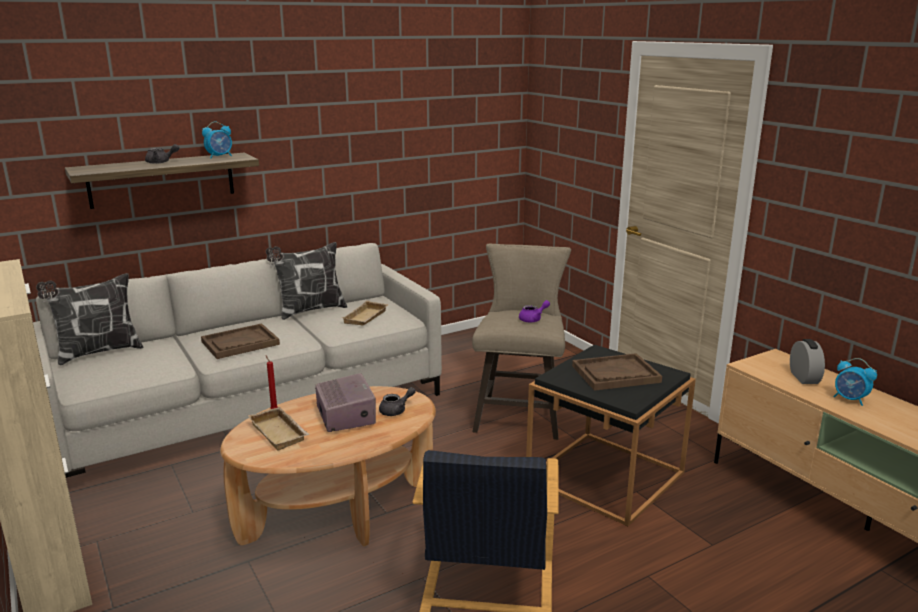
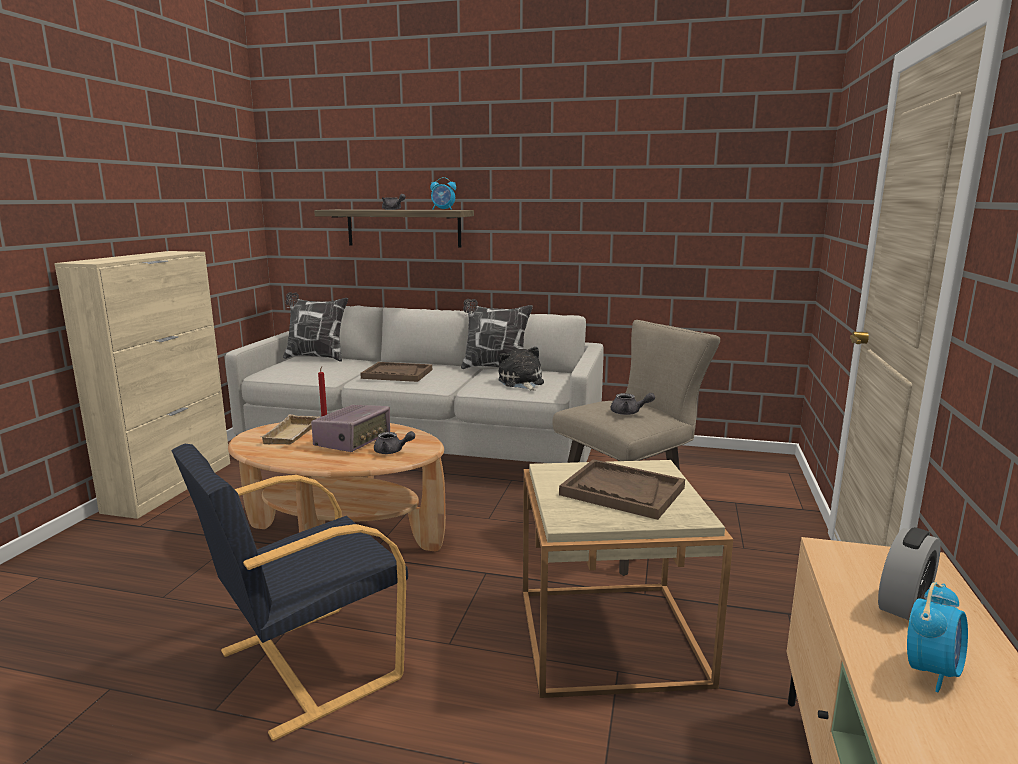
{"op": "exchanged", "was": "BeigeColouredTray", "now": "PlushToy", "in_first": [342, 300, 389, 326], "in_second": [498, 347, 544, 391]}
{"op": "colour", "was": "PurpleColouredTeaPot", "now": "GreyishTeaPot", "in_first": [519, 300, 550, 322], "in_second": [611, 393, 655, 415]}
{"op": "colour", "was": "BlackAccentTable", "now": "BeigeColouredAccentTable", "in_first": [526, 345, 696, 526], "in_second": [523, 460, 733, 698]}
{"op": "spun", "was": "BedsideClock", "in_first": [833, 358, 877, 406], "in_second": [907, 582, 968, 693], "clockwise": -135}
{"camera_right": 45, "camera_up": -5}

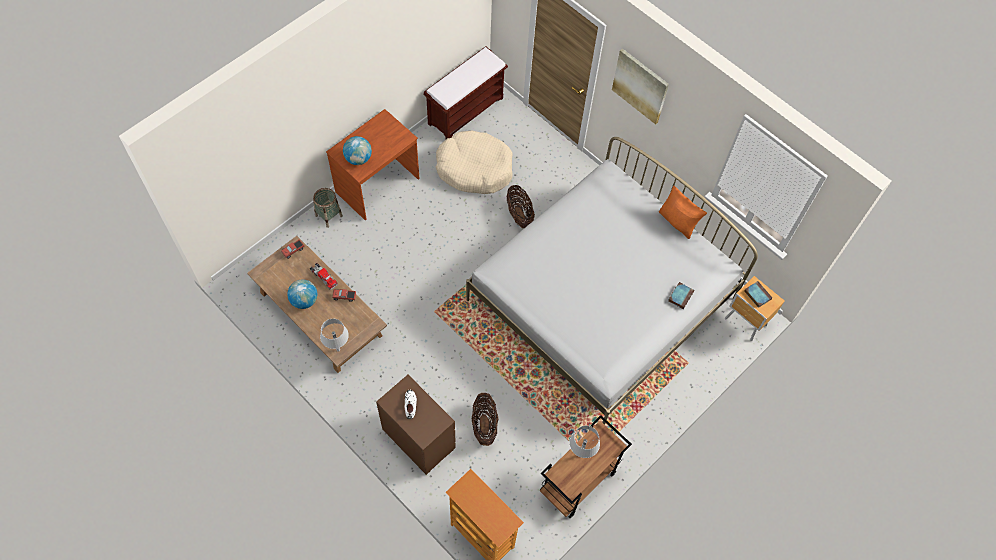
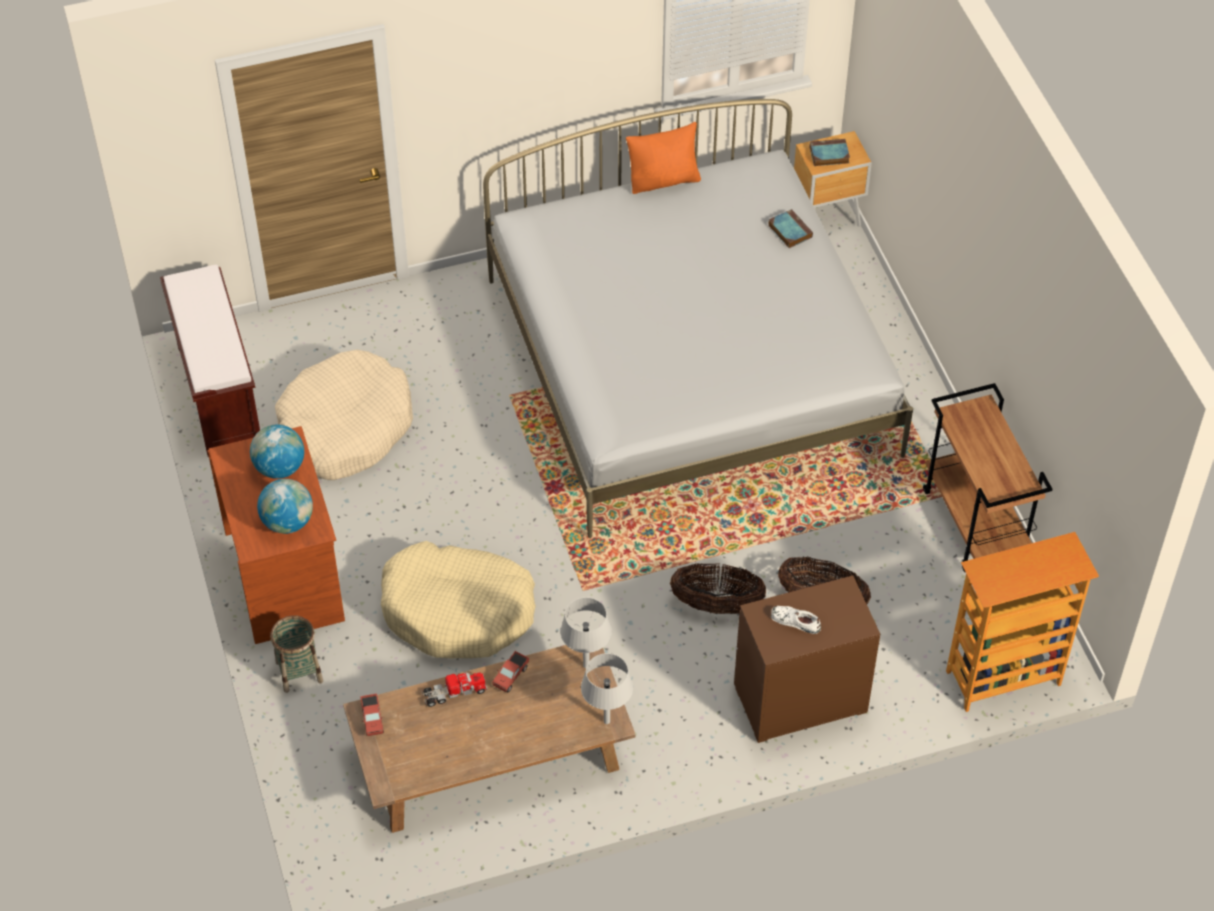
{"op": "missing", "was": "WallArt", "in_first": [612, 48, 669, 124]}
{"op": "relocated", "was": "StorageBasket", "in_first": [506, 185, 535, 228], "in_second": [670, 563, 766, 614]}
{"op": "relocated", "was": "DeskGlobe", "in_first": [287, 279, 318, 309], "in_second": [250, 424, 304, 479]}
{"op": "relocated", "was": "GreyishTabletopLamp", "in_first": [569, 426, 600, 458], "in_second": [560, 597, 612, 668]}
{"op": "appeared", "now": "BeigeColouredPetBed", "in_second": [381, 541, 536, 658]}
{"camera_right": -60, "camera_up": -10}

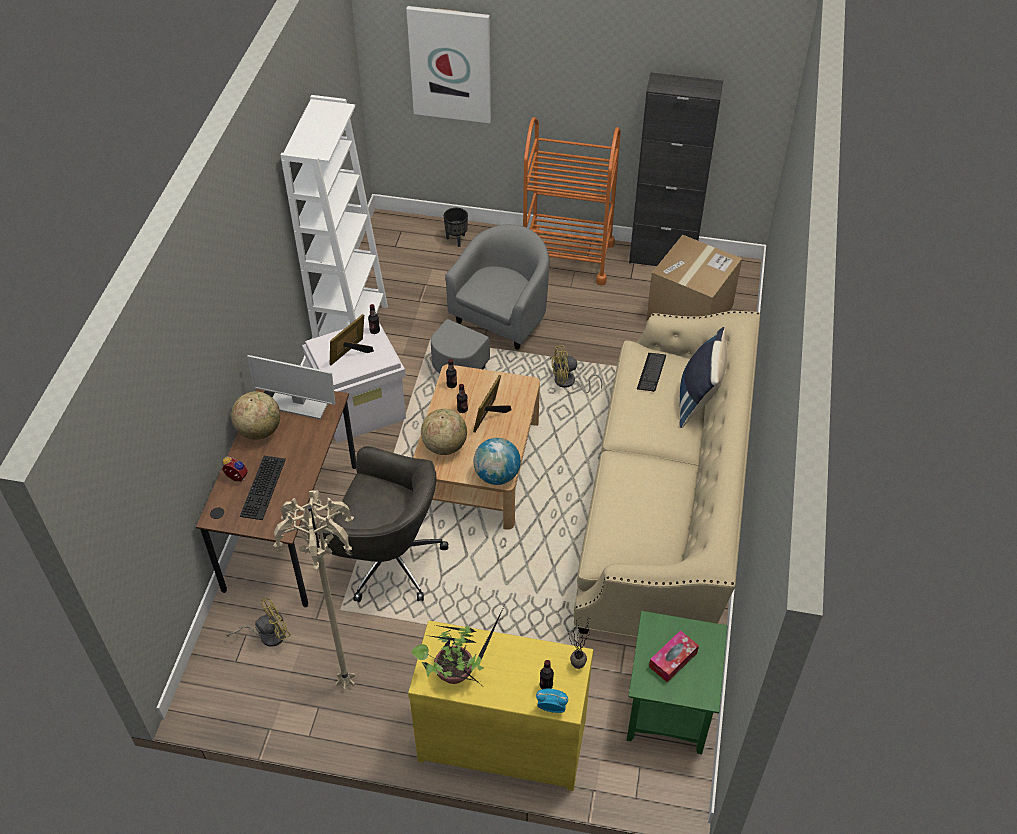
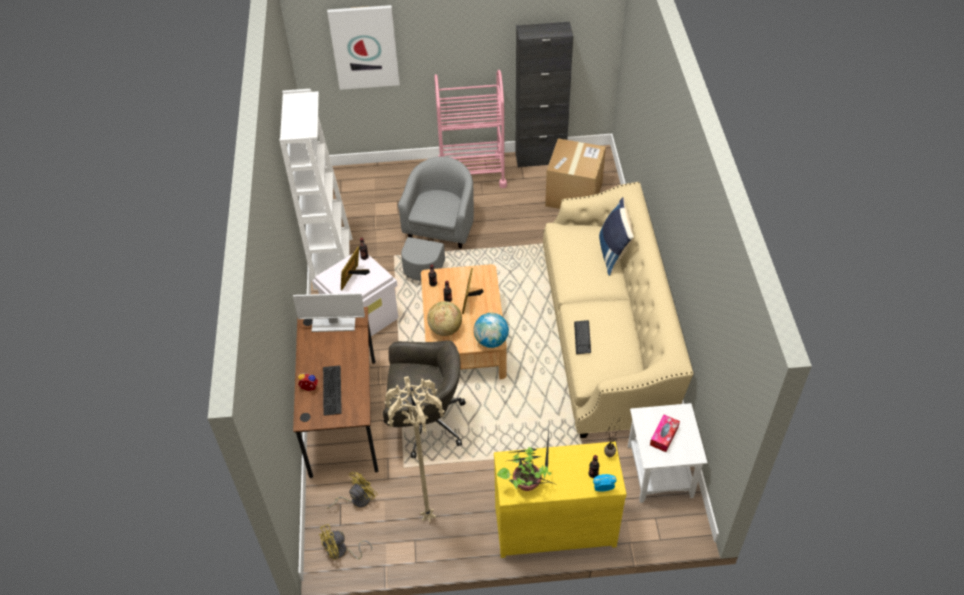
{"op": "colour", "was": "OrangeyWheeledCart", "now": "PinkishWheeledCart", "in_first": [523, 117, 621, 286], "in_second": [434, 70, 507, 188]}
{"op": "missing", "was": "BlackPlantPot", "in_first": [444, 208, 468, 247]}
{"op": "relocated", "was": "YellowCoolingFan", "in_first": [550, 345, 603, 393], "in_second": [319, 524, 372, 560]}
{"op": "relocated", "was": "Keyboard", "in_first": [637, 353, 666, 392], "in_second": [574, 320, 591, 354]}
{"op": "missing", "was": "DeskGlobe", "in_first": [231, 391, 280, 440]}
{"op": "colour", "was": "GreenishAccentTable", "now": "WhiteColouredAccentTable", "in_first": [627, 611, 727, 754], "in_second": [628, 403, 708, 503]}
{"camera_right": -15, "camera_up": 0}

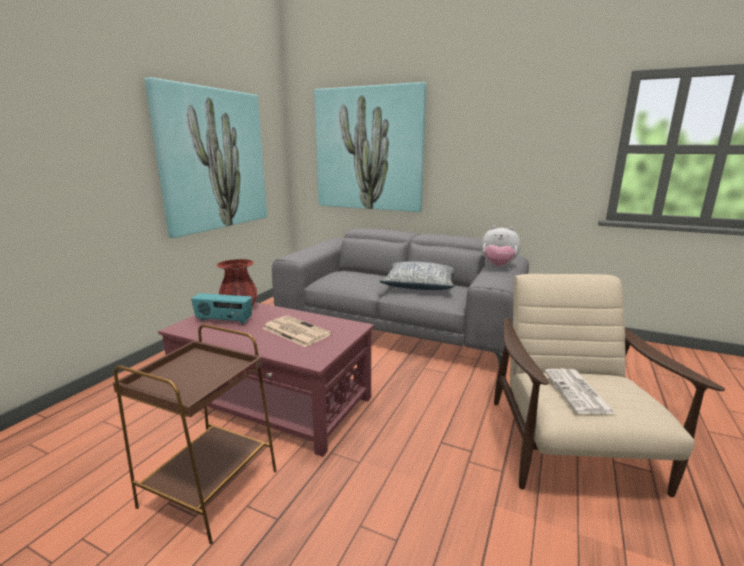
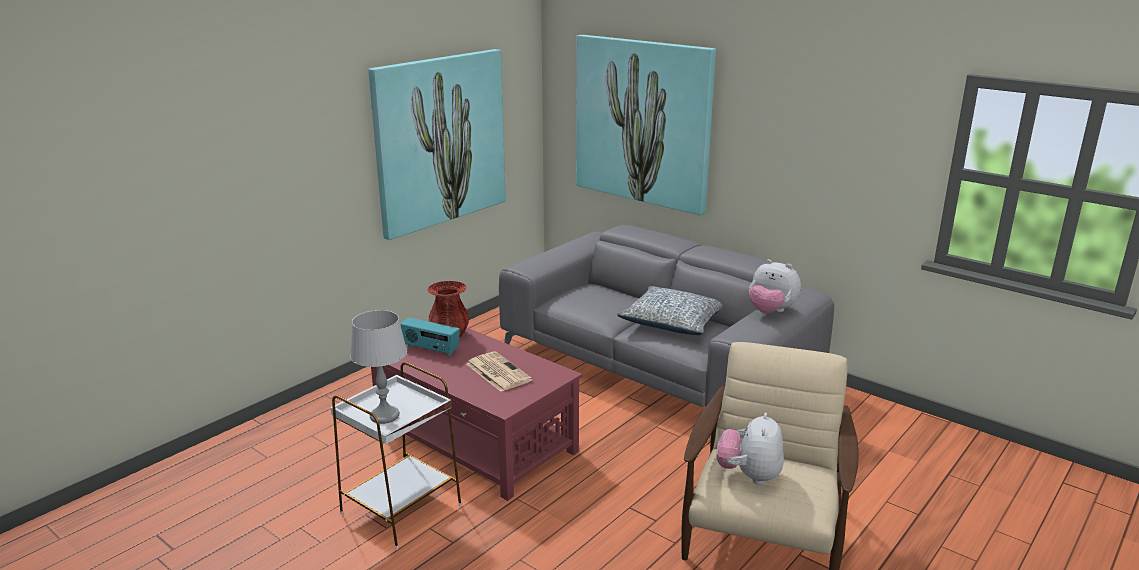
{"op": "colour", "was": "BrownishAccentTable", "now": "WhiteColouredAccentTable", "in_first": [113, 324, 277, 545], "in_second": [331, 362, 462, 550]}
{"op": "exchanged", "was": "Newspaper", "now": "PlushToy", "in_first": [544, 369, 615, 414], "in_second": [717, 413, 784, 485]}
{"op": "appeared", "now": "GreyishTabletopLamp", "in_second": [350, 310, 407, 424]}
{"camera_right": 15, "camera_up": 5}

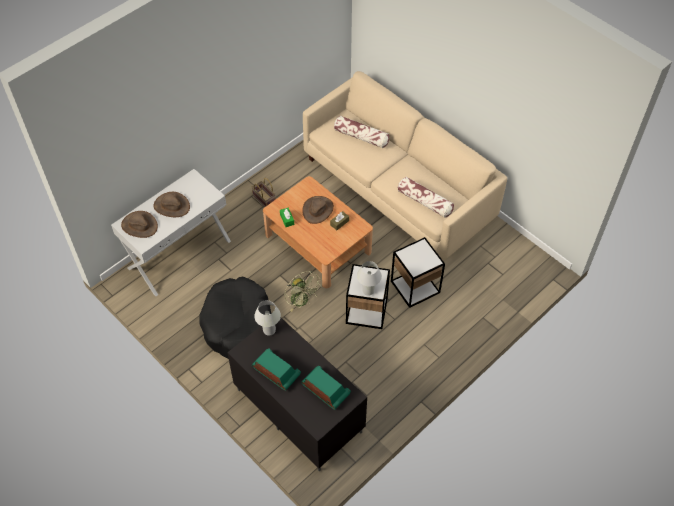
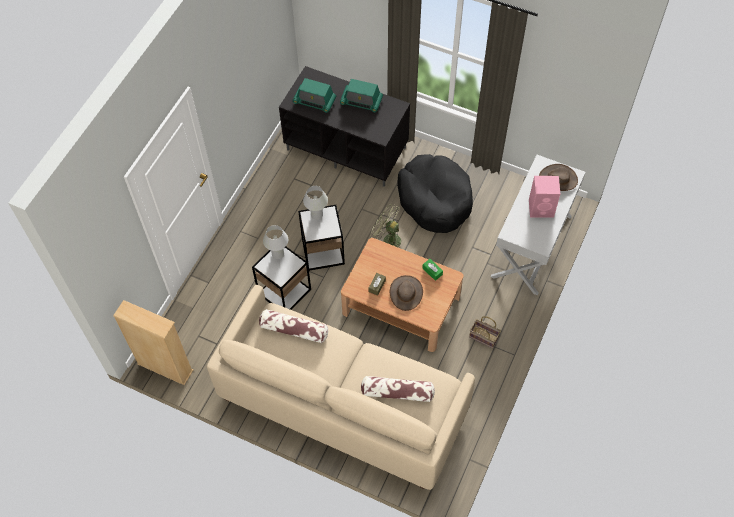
{"op": "exchanged", "was": "BrownishHat", "now": "PinkishLoudspeaker", "in_first": [154, 192, 190, 217], "in_second": [529, 176, 560, 218]}
{"op": "relocated", "was": "WhiteColouredTabletopLamp", "in_first": [254, 300, 281, 336], "in_second": [263, 225, 288, 259]}
{"op": "appeared", "now": "BeigeColouredBookcase", "in_second": [113, 300, 193, 385]}
{"camera_right": 160, "camera_up": 5}

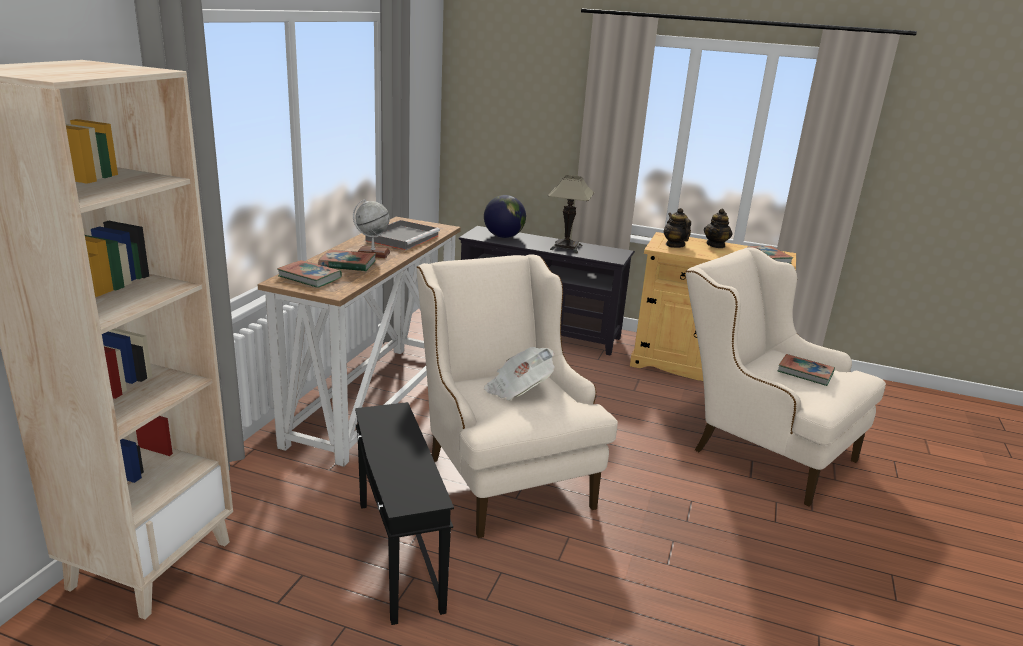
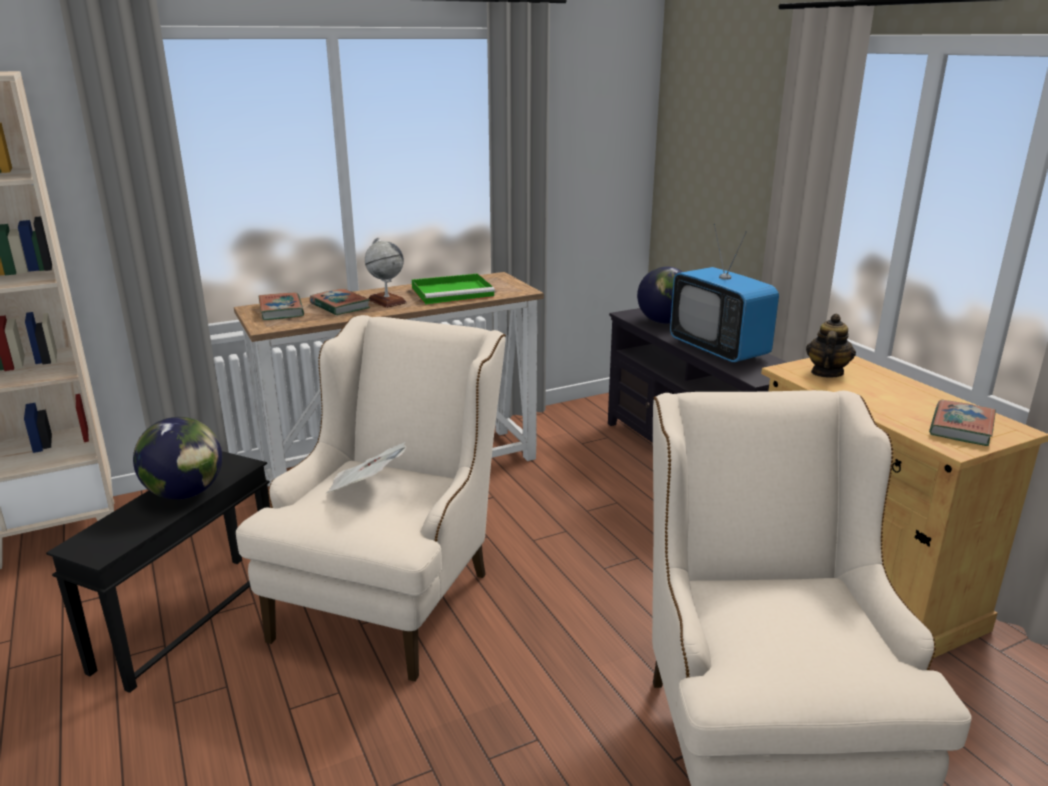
{"op": "exchanged", "was": "TabletopLamp", "now": "Tv", "in_first": [547, 175, 594, 254], "in_second": [670, 224, 779, 362]}
{"op": "missing", "was": "TeaPot", "in_first": [704, 208, 733, 248]}
{"op": "colour", "was": "GreyishTray", "now": "GreenishTray", "in_first": [366, 220, 440, 250], "in_second": [412, 273, 495, 304]}
{"op": "missing", "was": "Book", "in_first": [778, 354, 835, 386]}
{"op": "appeared", "now": "DeskGlobe", "in_second": [133, 417, 222, 500]}
{"camera_right": 45, "camera_up": 0}

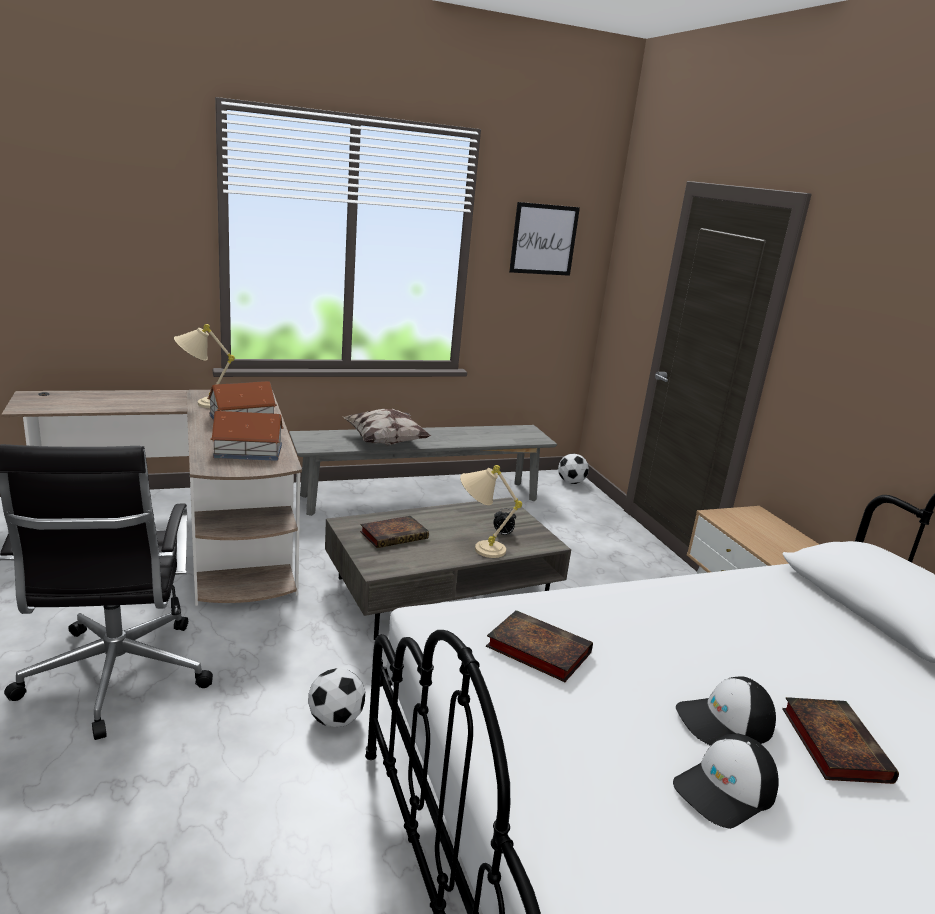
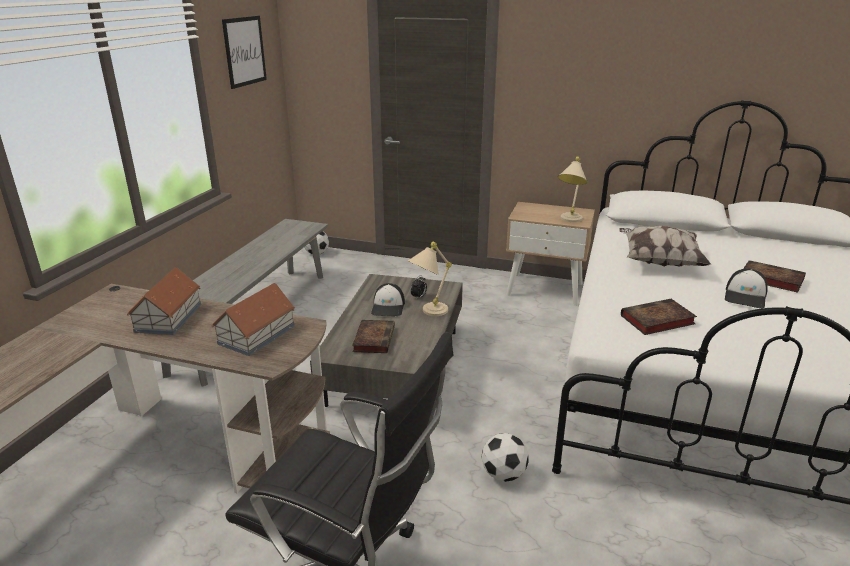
{"op": "relocated", "was": "BeigeColouredTabletopLamp", "in_first": [174, 324, 235, 408], "in_second": [558, 157, 588, 222]}
{"op": "relocated", "was": "Pillow", "in_first": [343, 409, 431, 446], "in_second": [619, 226, 711, 267]}
{"op": "relocated", "was": "Cap", "in_first": [673, 733, 779, 829], "in_second": [371, 283, 405, 316]}
{"camera_right": -50, "camera_up": 5}

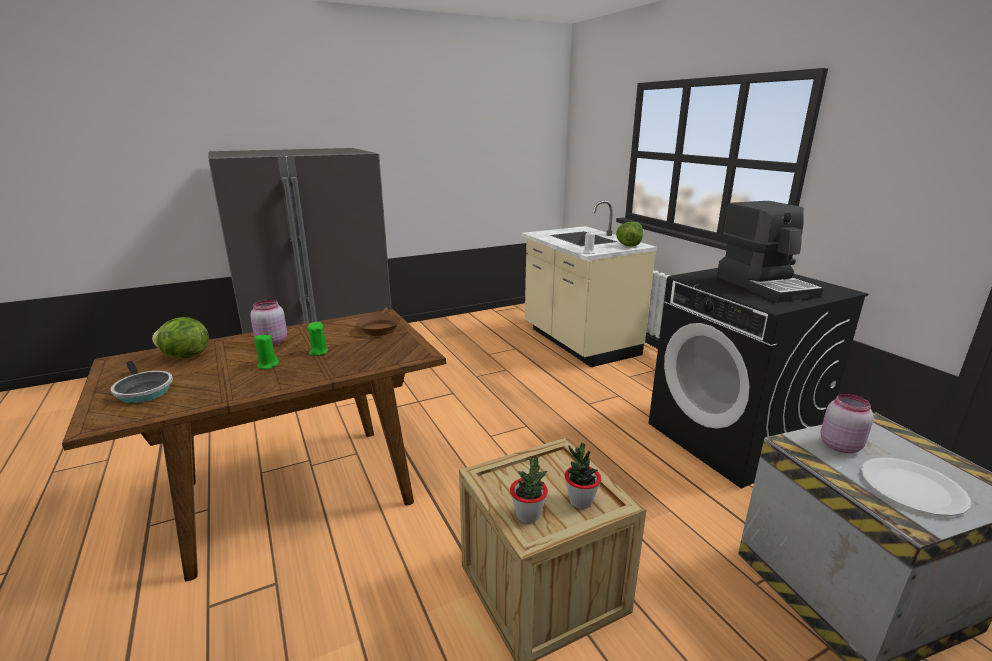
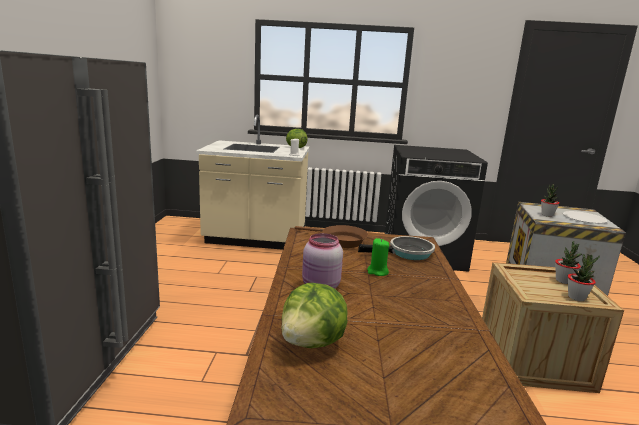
{"op": "missing", "was": "CoffeeBrewer", "in_first": [717, 201, 823, 303]}
{"op": "missing", "was": "GreenishWaxCandle", "in_first": [254, 334, 279, 370]}
{"op": "relocated", "was": "FryingPan", "in_first": [111, 361, 173, 403], "in_second": [358, 236, 435, 260]}
{"op": "exchanged", "was": "PinkishStorageJar", "now": "PlantInAPot", "in_first": [821, 394, 874, 453], "in_second": [541, 184, 559, 217]}
{"camera_right": -60, "camera_up": -5}

